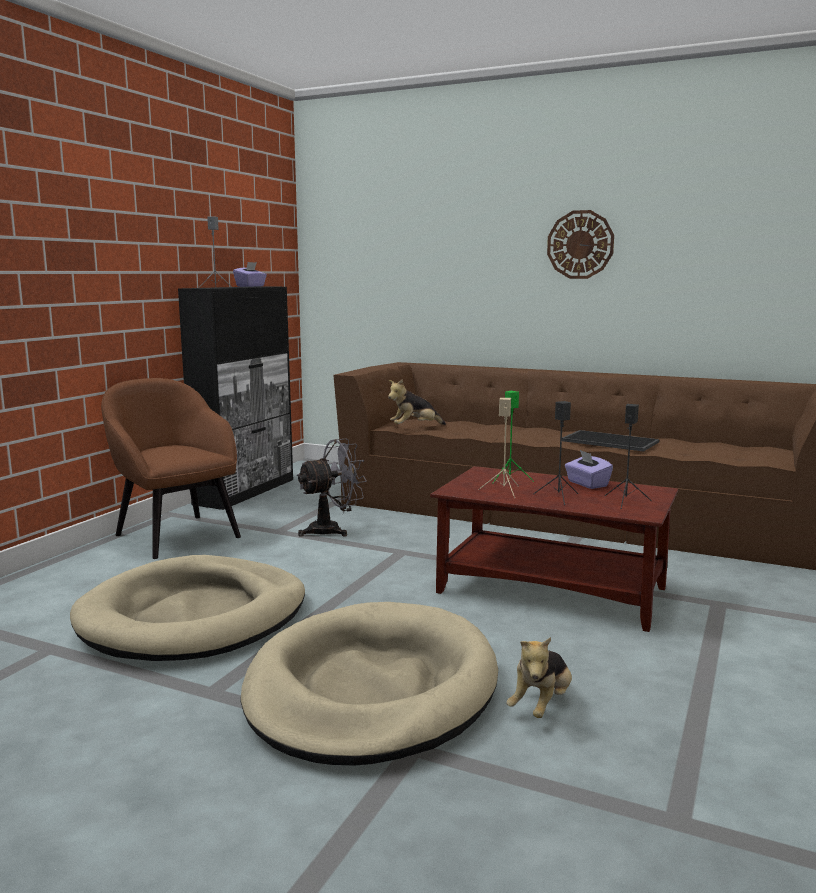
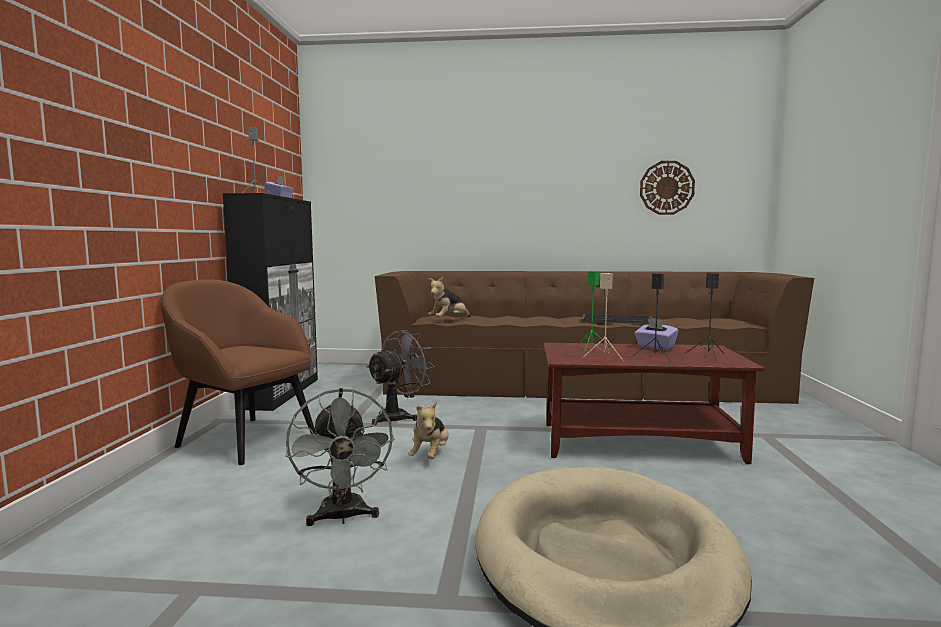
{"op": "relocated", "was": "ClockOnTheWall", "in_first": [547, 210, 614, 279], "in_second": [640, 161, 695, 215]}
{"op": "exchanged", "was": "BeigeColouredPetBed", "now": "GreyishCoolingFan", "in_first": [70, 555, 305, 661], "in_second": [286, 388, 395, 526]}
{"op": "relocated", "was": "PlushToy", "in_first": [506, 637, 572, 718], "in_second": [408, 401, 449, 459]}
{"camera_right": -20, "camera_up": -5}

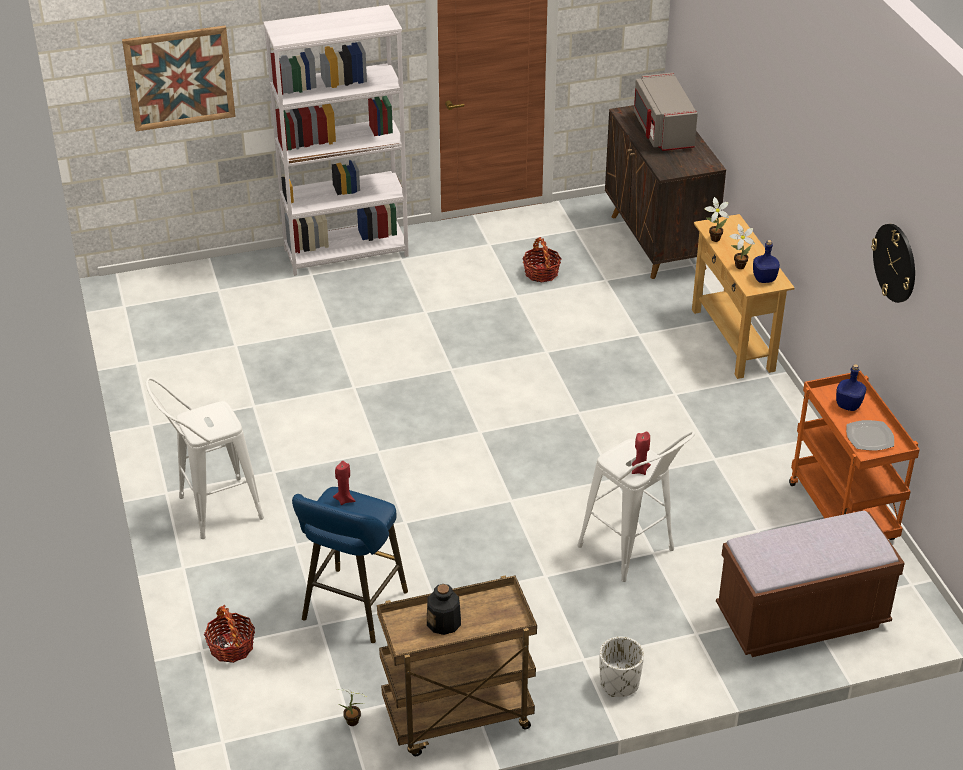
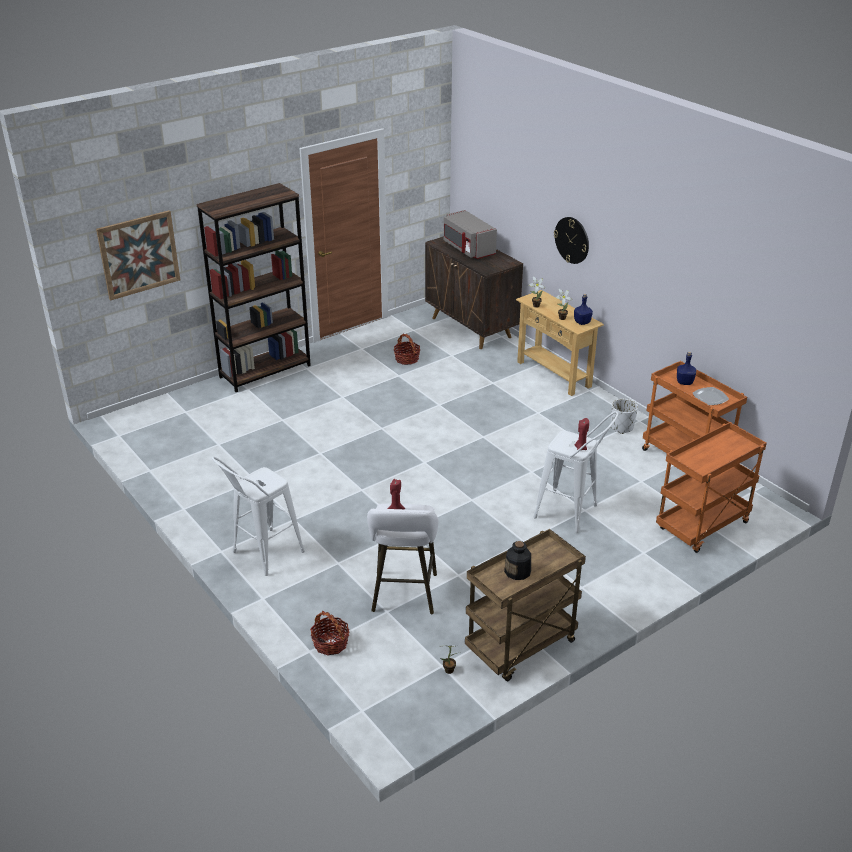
{"op": "colour", "was": "WhiteColouredBookcase", "now": "BrownishBookcase", "in_first": [263, 5, 409, 276], "in_second": [197, 183, 311, 392]}
{"op": "relocated", "was": "ClockOnTheWall", "in_first": [871, 224, 915, 303], "in_second": [554, 217, 589, 264]}
{"op": "colour", "was": "BlueColouredStoolSeat", "now": "WhiteColouredStoolSeat", "in_first": [292, 487, 408, 643], "in_second": [367, 504, 439, 614]}
{"op": "exchanged", "was": "BrownishBench", "now": "OrangeyWheeledCart", "in_first": [716, 511, 905, 657], "in_second": [656, 422, 767, 553]}
{"op": "relocated", "was": "WhiteColouredPlantPot", "in_first": [599, 637, 644, 697], "in_second": [611, 399, 638, 434]}
{"camera_right": -20, "camera_up": -5}

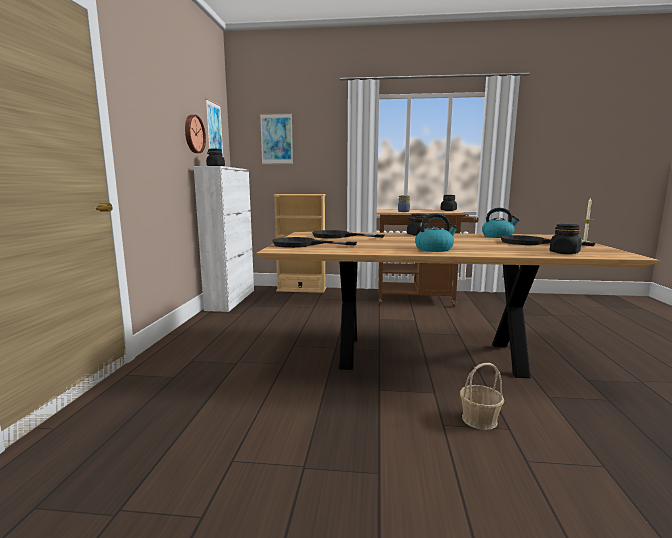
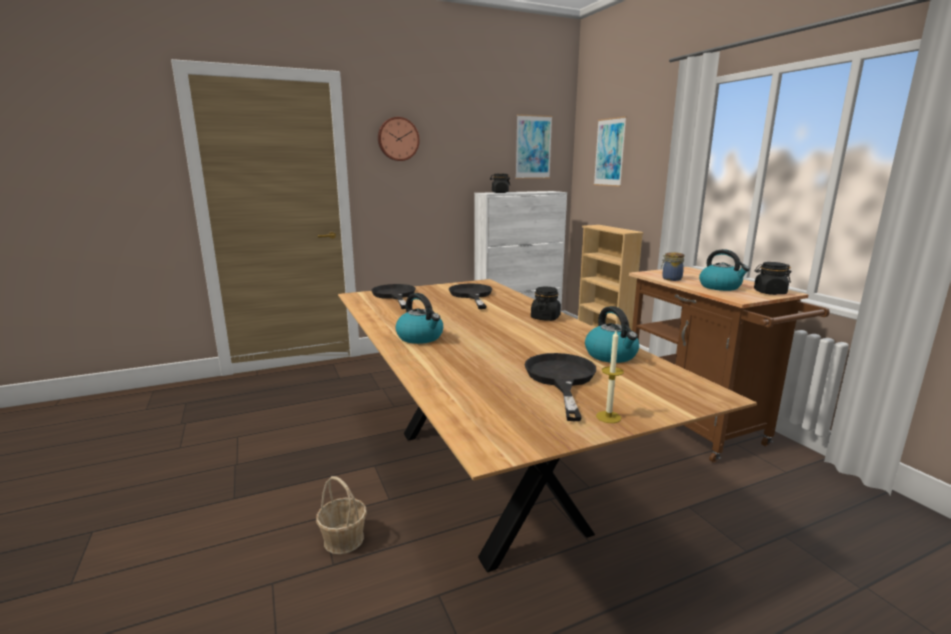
{"op": "relocated", "was": "ClockOnTheWall", "in_first": [185, 115, 206, 153], "in_second": [378, 117, 420, 161]}
{"op": "missing", "was": "BlackStorageJar", "in_first": [550, 224, 581, 254]}
{"op": "appeared", "now": "WaterKettle", "in_second": [699, 249, 750, 291]}
{"camera_right": 60, "camera_up": 5}

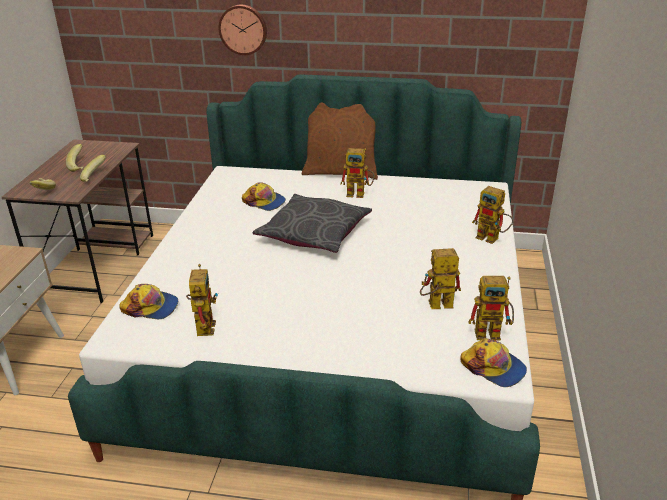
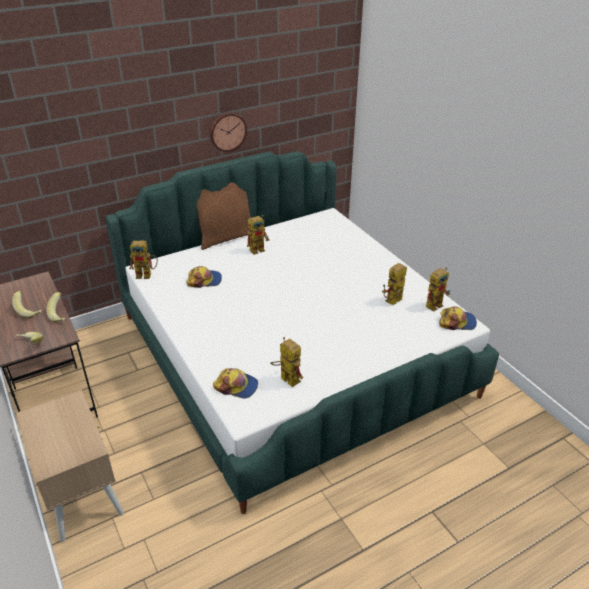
{"op": "relocated", "was": "ClockOnTheWall", "in_first": [218, 5, 267, 55], "in_second": [210, 112, 247, 152]}
{"op": "relocated", "was": "RobotFigure", "in_first": [472, 186, 513, 244], "in_second": [130, 241, 158, 279]}
{"op": "missing", "was": "GreyishPillow", "in_first": [253, 194, 372, 253]}
{"op": "spun", "was": "Cap", "in_first": [119, 284, 178, 319], "in_second": [213, 368, 258, 399], "clockwise": 45}
{"camera_right": -40, "camera_up": 5}

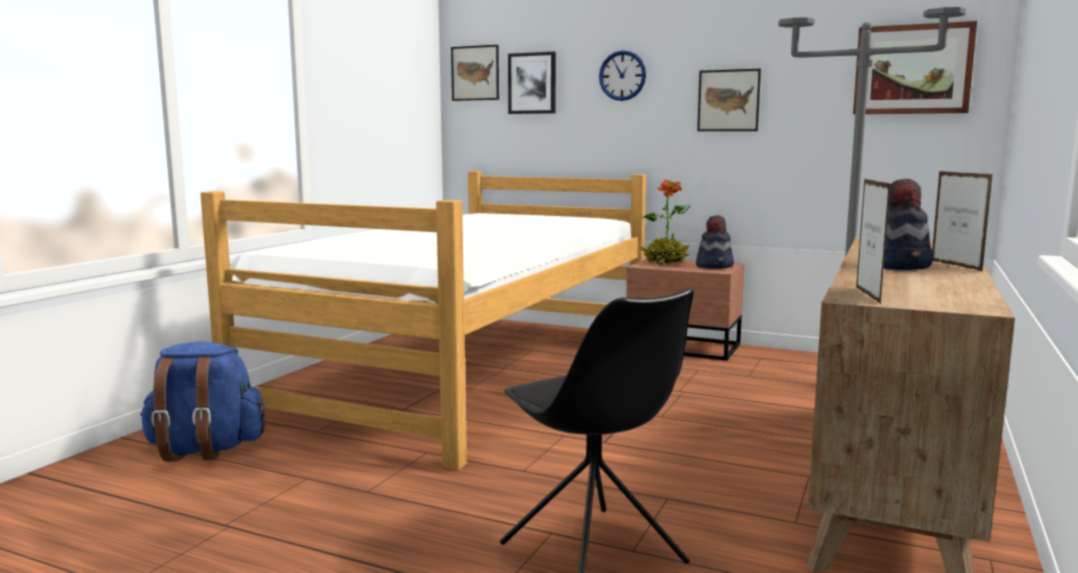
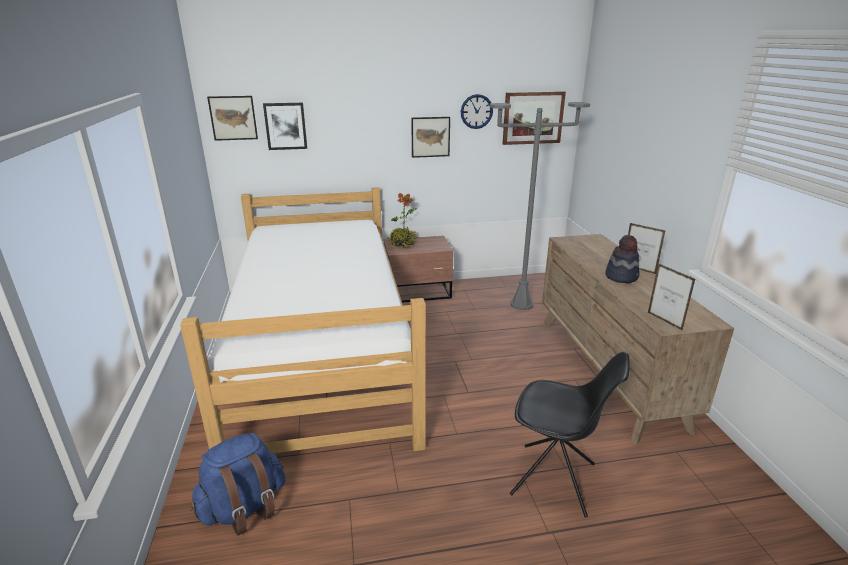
{"op": "relocated", "was": "ClockOnTheWall", "in_first": [599, 50, 646, 101], "in_second": [461, 94, 493, 129]}
{"op": "missing", "was": "Hat", "in_first": [696, 215, 734, 269]}
{"camera_right": -35, "camera_up": 15}

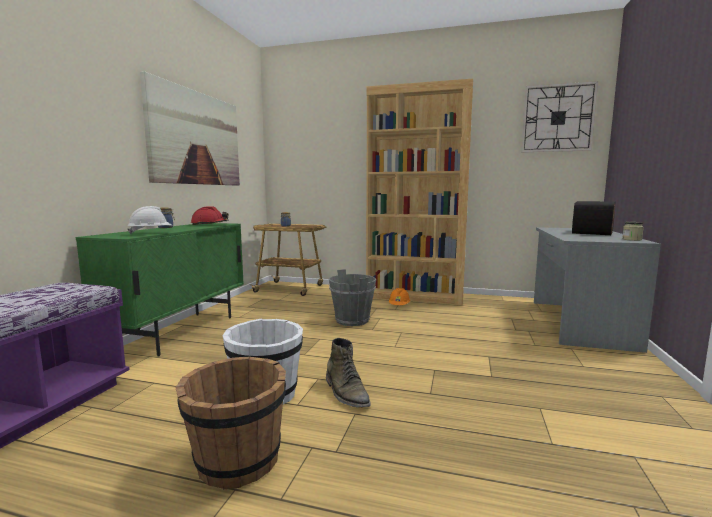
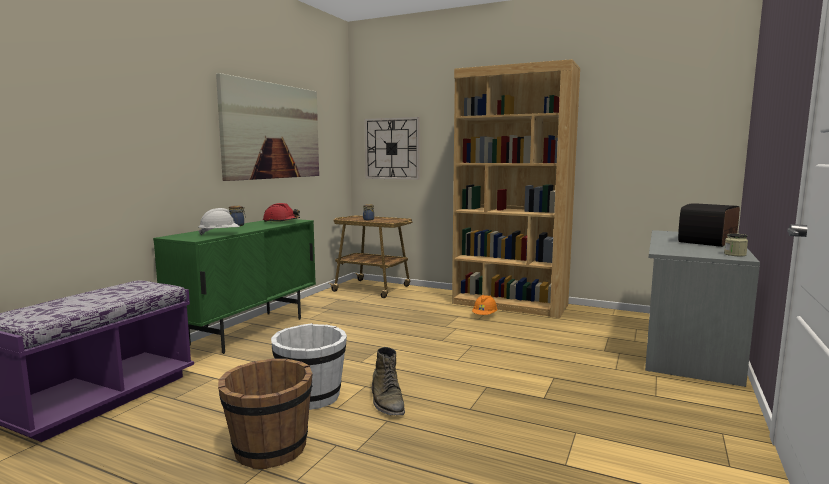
{"op": "relocated", "was": "ClockOnTheWall", "in_first": [521, 81, 598, 152], "in_second": [365, 117, 420, 180]}
{"op": "missing", "was": "GreyishPail", "in_first": [329, 269, 376, 326]}
{"camera_right": 10, "camera_up": 0}

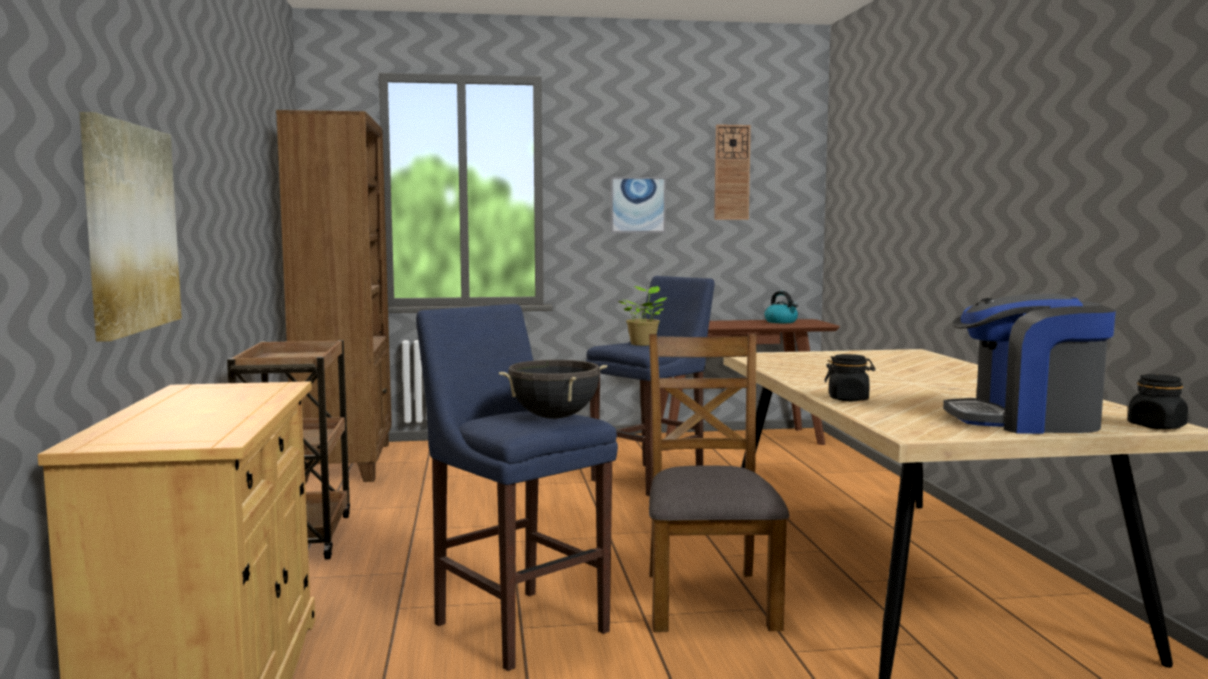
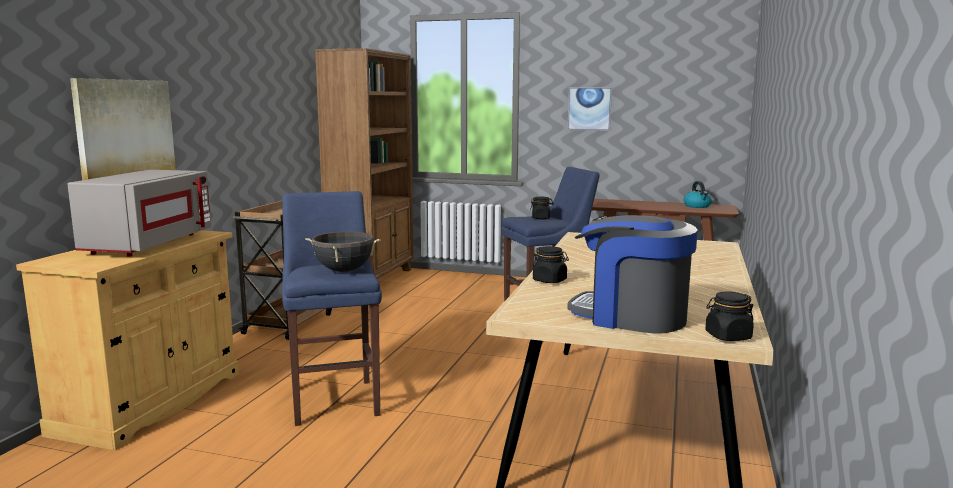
{"op": "missing", "was": "ClockOnTheWall", "in_first": [714, 124, 751, 220]}
{"op": "exchanged", "was": "PlantInAPot", "now": "BlackStorageJar", "in_first": [618, 286, 667, 346], "in_second": [530, 197, 554, 219]}
{"op": "missing", "was": "BrownishPlainChair", "in_first": [649, 334, 790, 632]}
{"op": "appeared", "now": "GreyishKitchenMicrowave", "in_second": [67, 170, 211, 256]}
{"camera_right": 25, "camera_up": 5}

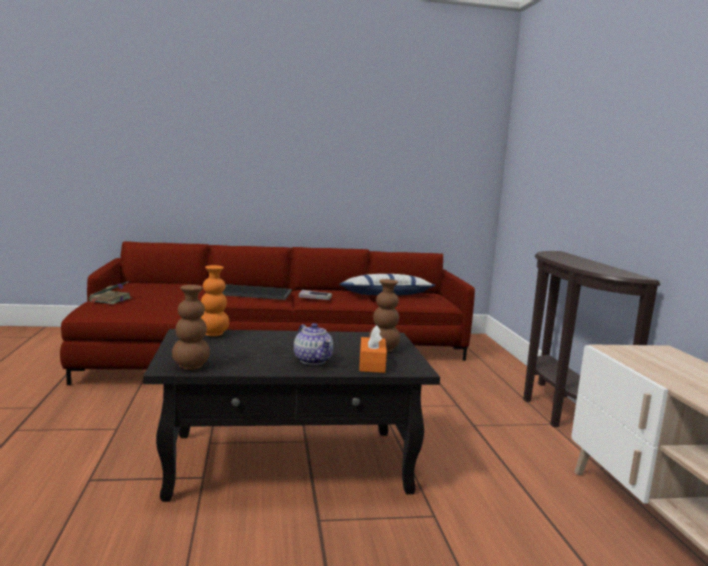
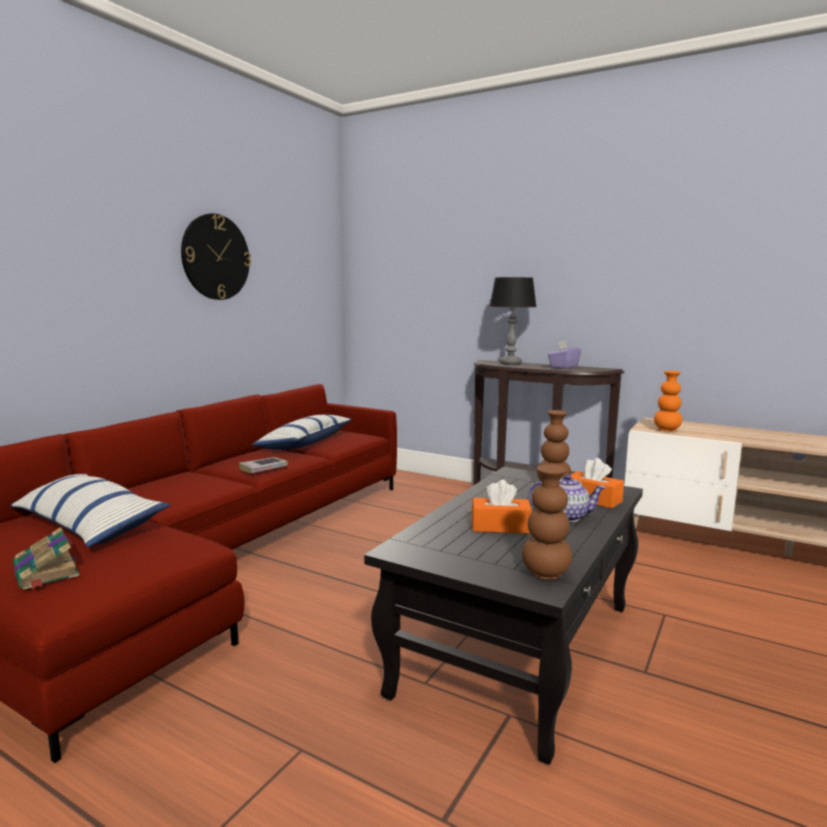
{"op": "relocated", "was": "OrangeyDecorativeVase", "in_first": [200, 265, 229, 336], "in_second": [654, 371, 682, 432]}
{"op": "missing", "was": "Tray", "in_first": [222, 284, 292, 300]}
{"op": "appeared", "now": "ClockOnTheWall", "in_second": [181, 213, 251, 300]}
{"op": "appeared", "now": "TabletopLamp", "in_second": [489, 277, 537, 365]}
{"op": "appeared", "now": "PurpleColouredBoxOfTissues", "in_second": [548, 340, 581, 369]}
{"op": "appeared", "now": "Pillow", "in_second": [10, 474, 171, 547]}
{"op": "appeared", "now": "OrangeyBoxOfTissues", "in_second": [472, 480, 532, 534]}
{"camera_right": -50, "camera_up": 0}

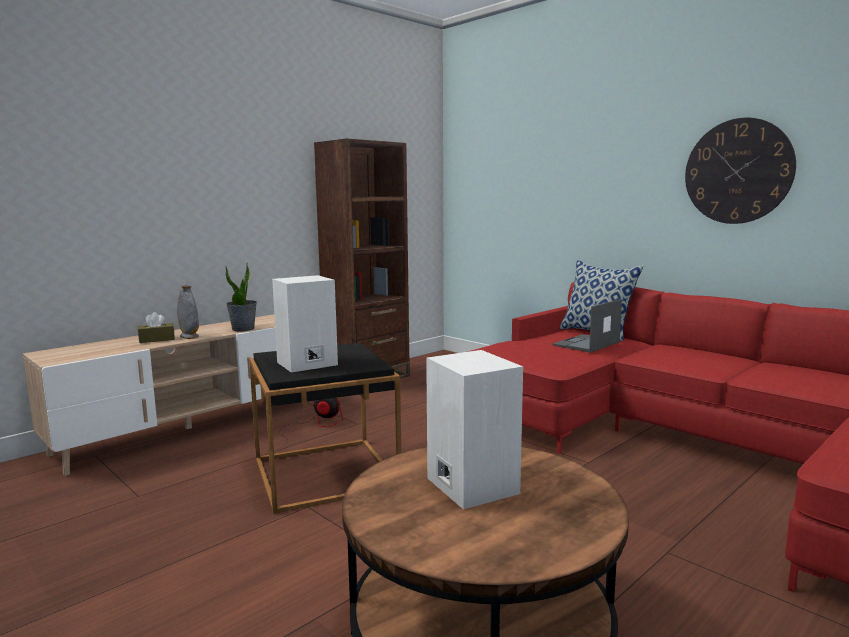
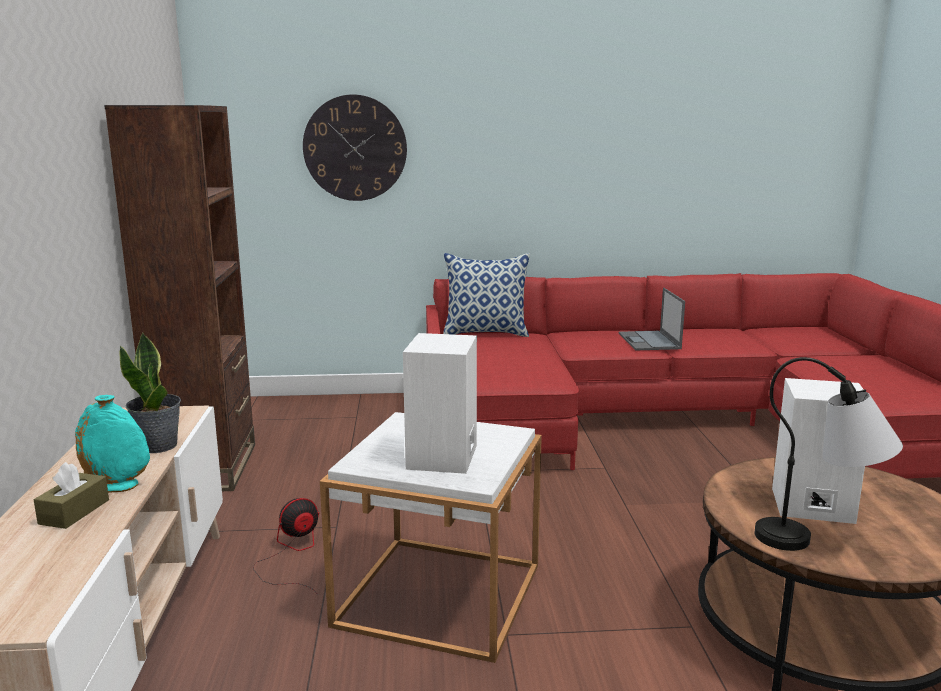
{"op": "relocated", "was": "ClockOnTheWall", "in_first": [685, 118, 796, 224], "in_second": [303, 94, 407, 201]}
{"op": "colour", "was": "GreyishDecorativeVase", "now": "TurquoiseColouredDecorativeVase", "in_first": [177, 285, 199, 339], "in_second": [75, 395, 150, 493]}
{"op": "relocated", "was": "PortableComputer", "in_first": [552, 299, 622, 353], "in_second": [619, 288, 685, 350]}
{"op": "colour", "was": "BlackAccentTable", "now": "WhiteColouredAccentTable", "in_first": [249, 343, 402, 514], "in_second": [320, 412, 542, 663]}
{"op": "appeared", "now": "TabletopLamp", "in_second": [754, 357, 903, 551]}
{"camera_right": -50, "camera_up": 5}

